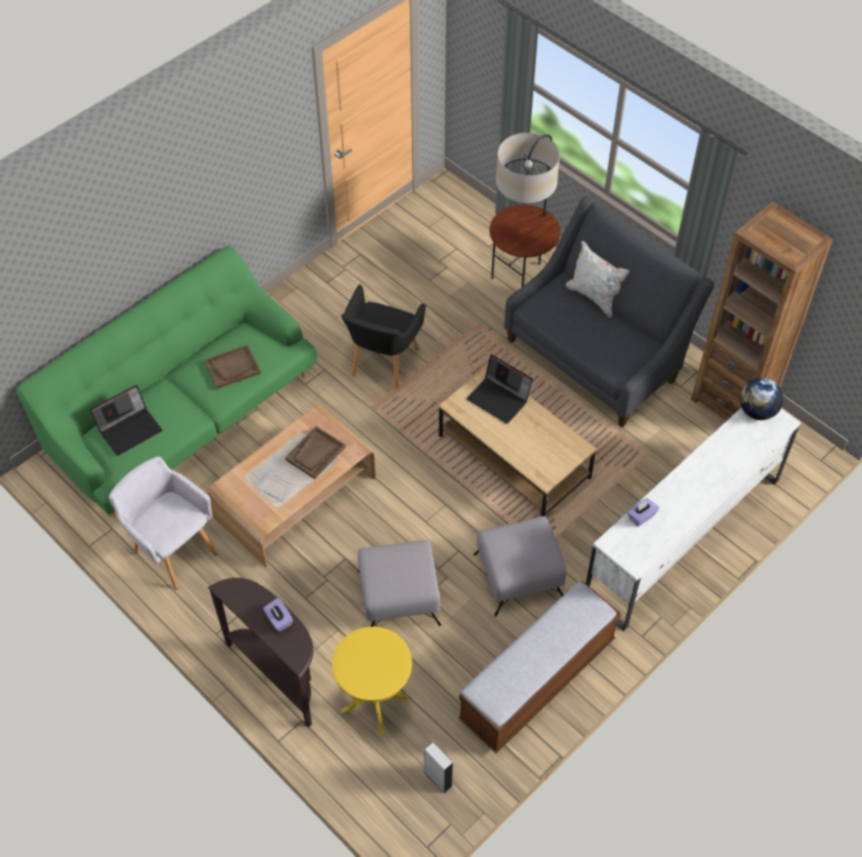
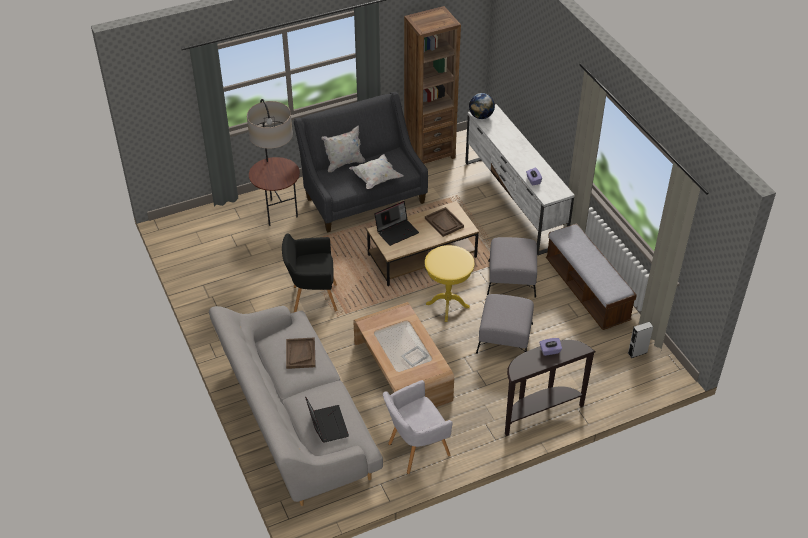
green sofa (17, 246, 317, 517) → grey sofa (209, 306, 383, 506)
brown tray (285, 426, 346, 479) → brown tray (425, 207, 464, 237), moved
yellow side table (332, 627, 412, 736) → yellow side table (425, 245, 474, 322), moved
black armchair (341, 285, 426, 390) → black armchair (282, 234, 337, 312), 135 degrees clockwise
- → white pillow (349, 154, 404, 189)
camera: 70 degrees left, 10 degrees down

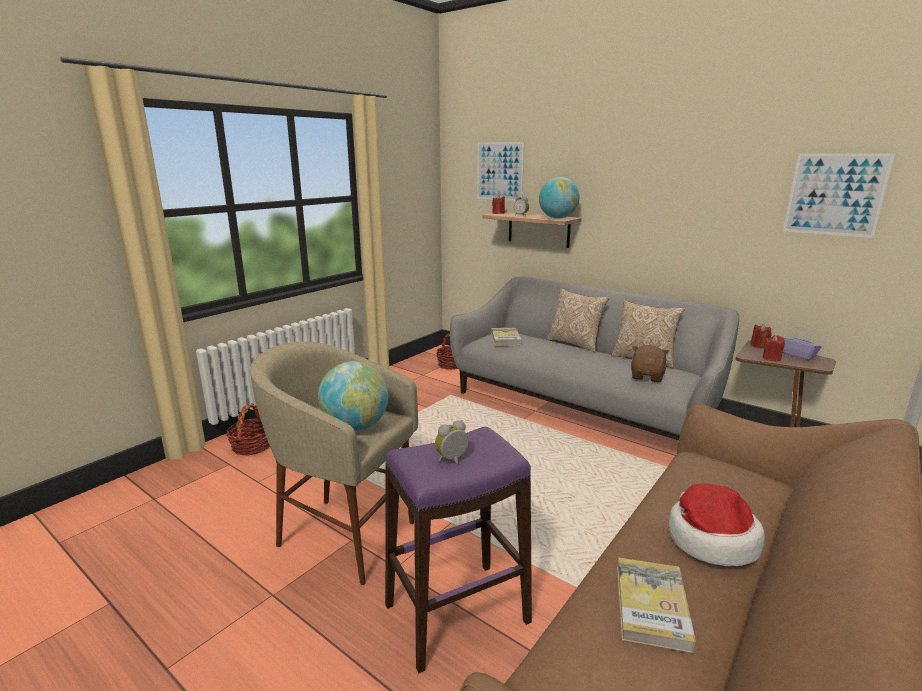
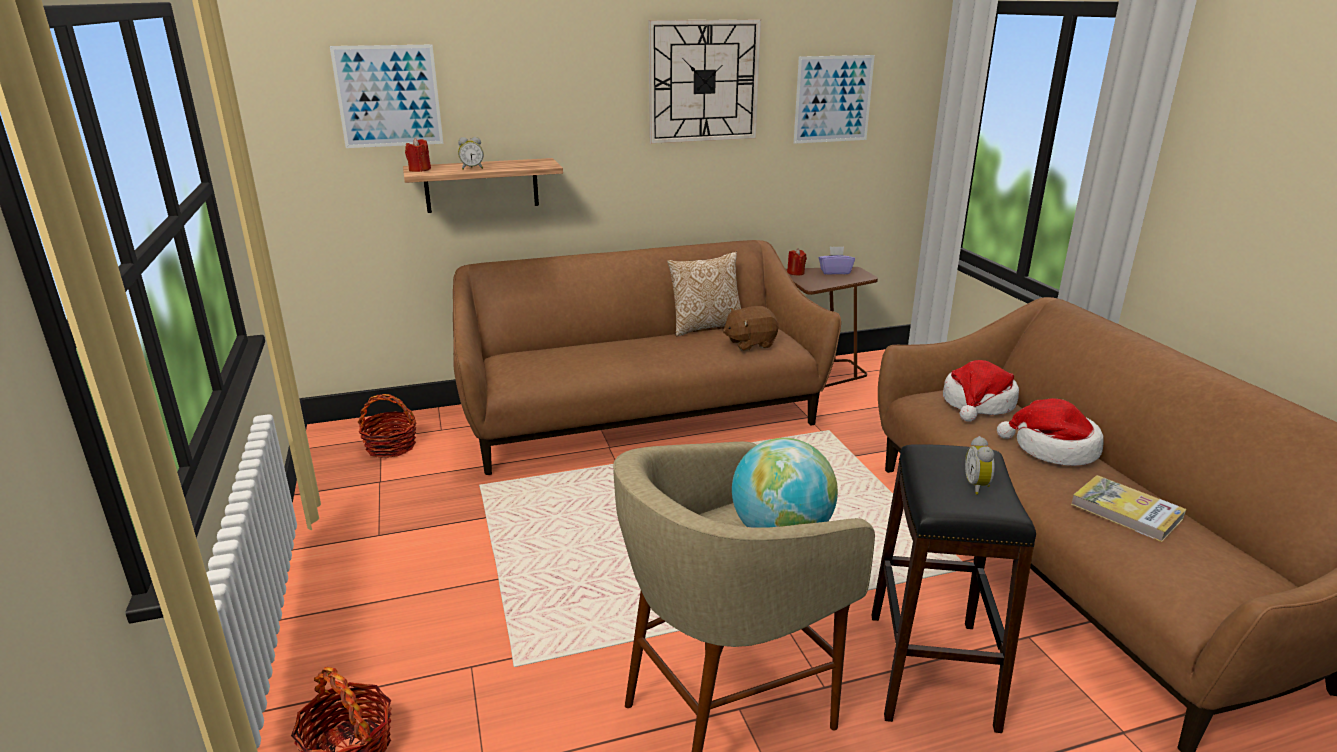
purple stool (385, 427, 532, 673) → black stool (872, 444, 1036, 733)
grey sofa (450, 277, 739, 440) → brown sofa (453, 240, 841, 475)
book (491, 328, 522, 346) → -
globe (539, 177, 579, 219) → -
pillow (547, 288, 609, 353) → -
brown plush toy (631, 345, 670, 382) → brown plush toy (723, 306, 779, 351), 75 degrees counterclockwise
red candle (762, 335, 785, 362) → -
- → wall clock (649, 19, 761, 144)
- → hat (943, 360, 1019, 422)
camera: 55 degrees left, 5 degrees up

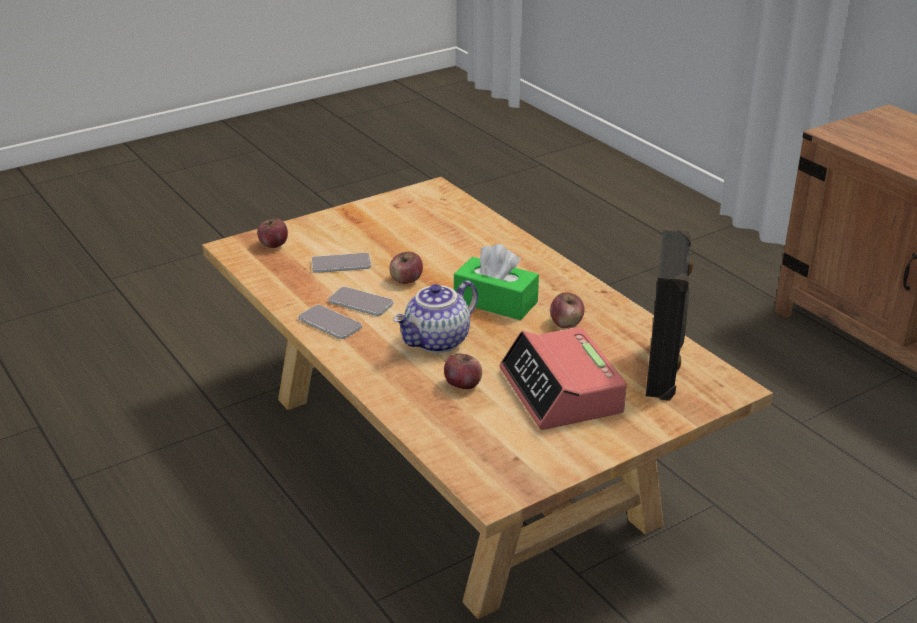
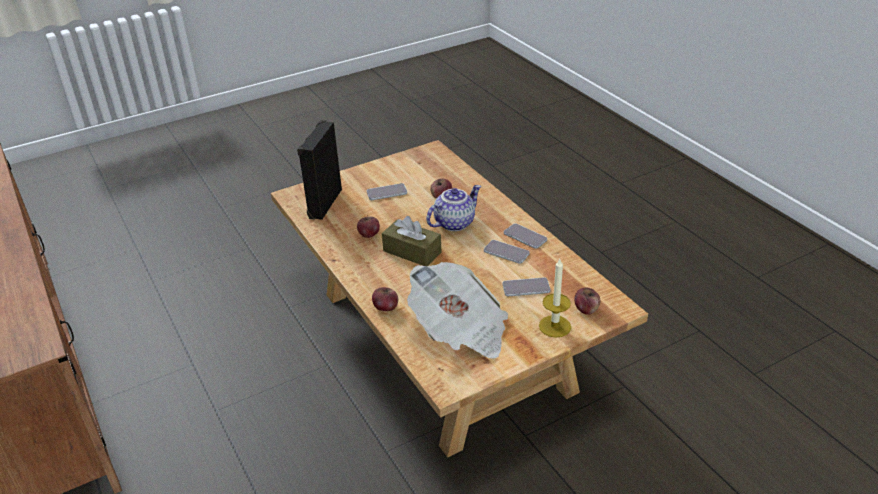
apple (389, 252, 423, 284) → apple (372, 287, 398, 311), moved
green tissue box (454, 244, 539, 320) → brown tissue box (382, 216, 441, 266)
alarm clock (499, 327, 627, 430) → phone (367, 183, 407, 200)
- → newspaper (407, 262, 508, 359)
- → candle (539, 259, 571, 338)
camera: 175 degrees left, 5 degrees up

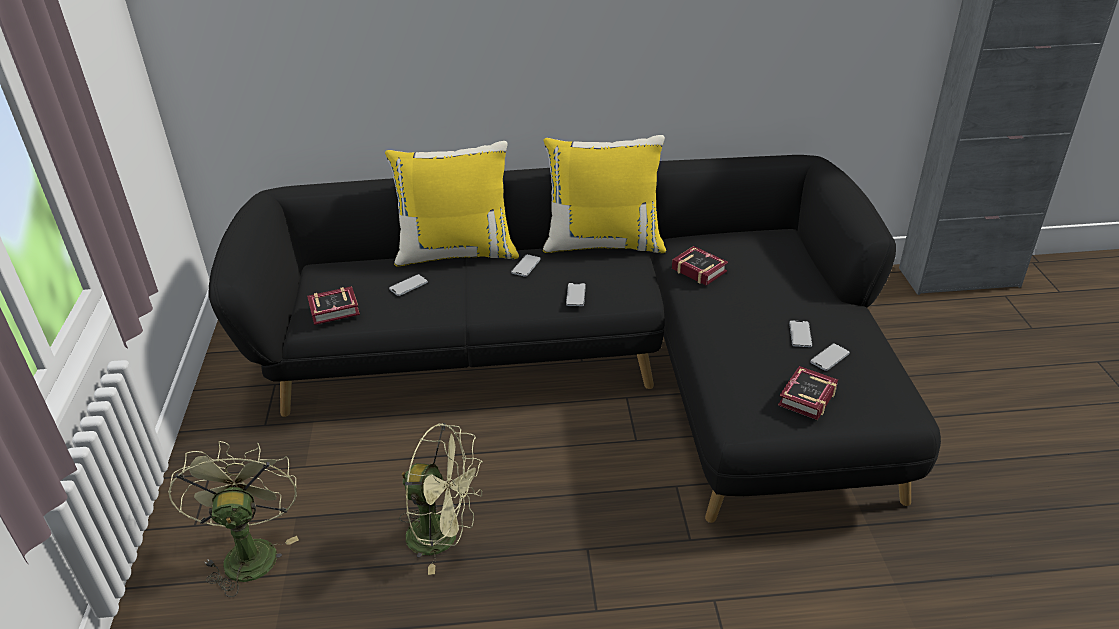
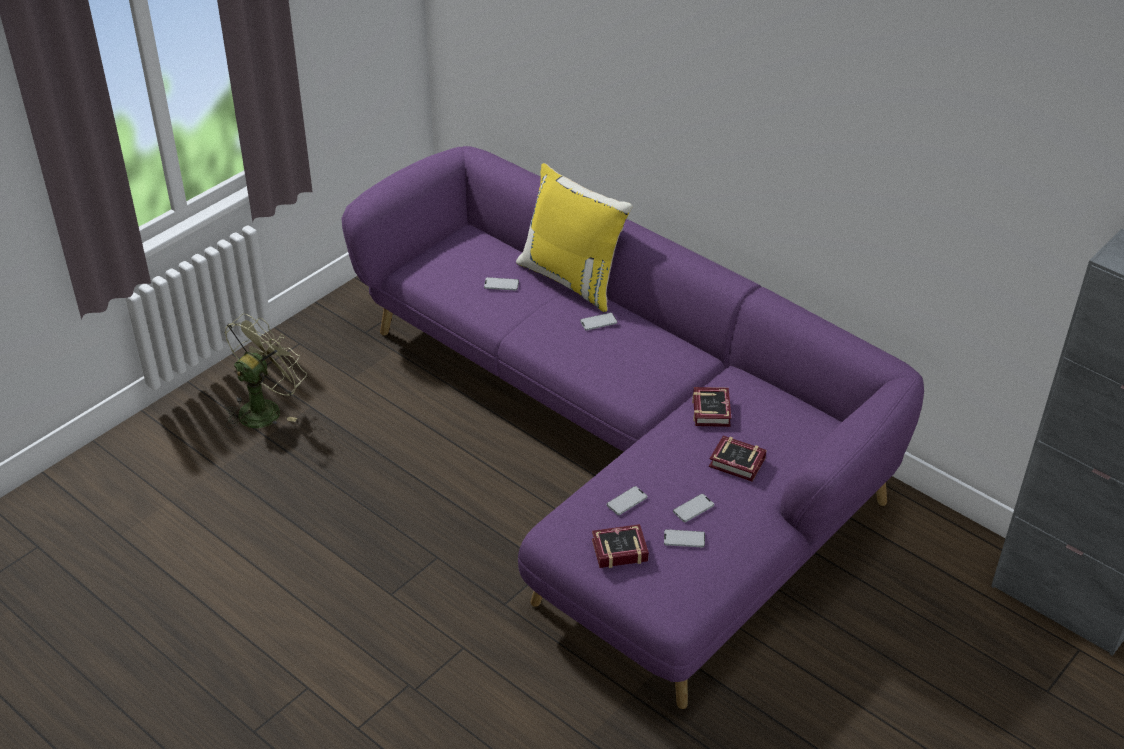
black sofa (209, 155, 941, 523) → purple sofa (341, 146, 924, 709)
book (307, 286, 360, 325) → book (709, 436, 766, 482), moved
green fan (399, 423, 483, 575) → -
yellow pillow (543, 135, 666, 253) → -
phone (566, 283, 586, 306) → phone (607, 486, 647, 515), moved
camera: 45 degrees right, 5 degrees up

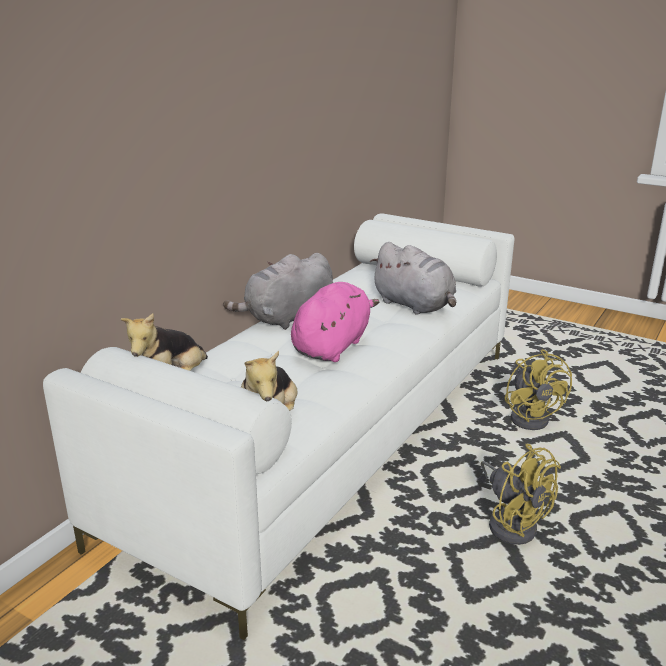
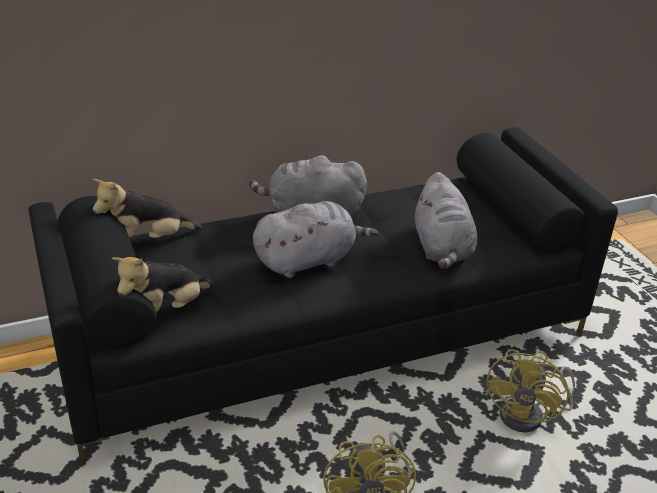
white sofa (43, 213, 514, 640) → black sofa (29, 127, 618, 466)
pink plush toy (291, 282, 379, 362) → grey plush toy (253, 201, 378, 278)
camera: 35 degrees right, 10 degrees up

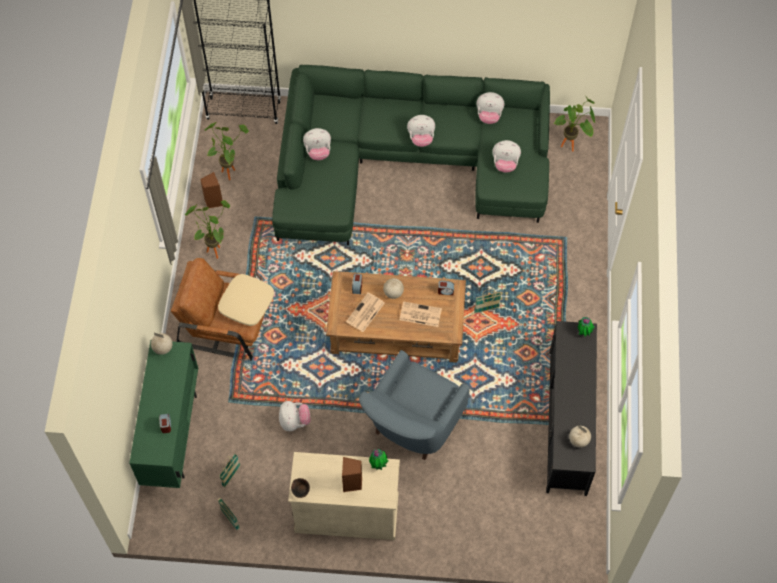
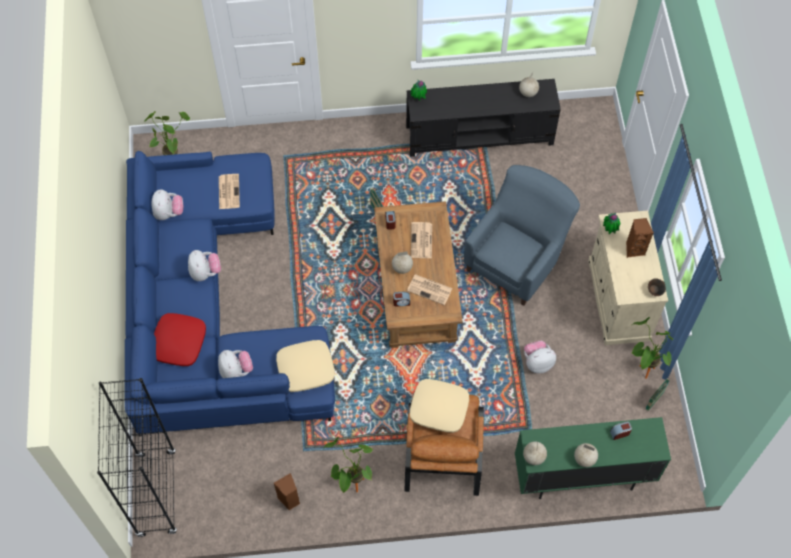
potted plant (205, 122, 249, 180) → potted plant (632, 317, 673, 379), moved
basket (219, 453, 240, 487) → -
green sofa (272, 65, 550, 246) → blue sofa (125, 151, 335, 437)
blue armchair (359, 350, 470, 460) → blue armchair (463, 165, 580, 306), 75 degrees counterclockwise
plush toy (492, 140, 521, 173) → newspaper (219, 174, 240, 209)
- → red pillow (154, 313, 206, 366)
- → beige pillow (276, 340, 335, 392)
- → globe (574, 443, 598, 467)
camera: 100 degrees left, 0 degrees up

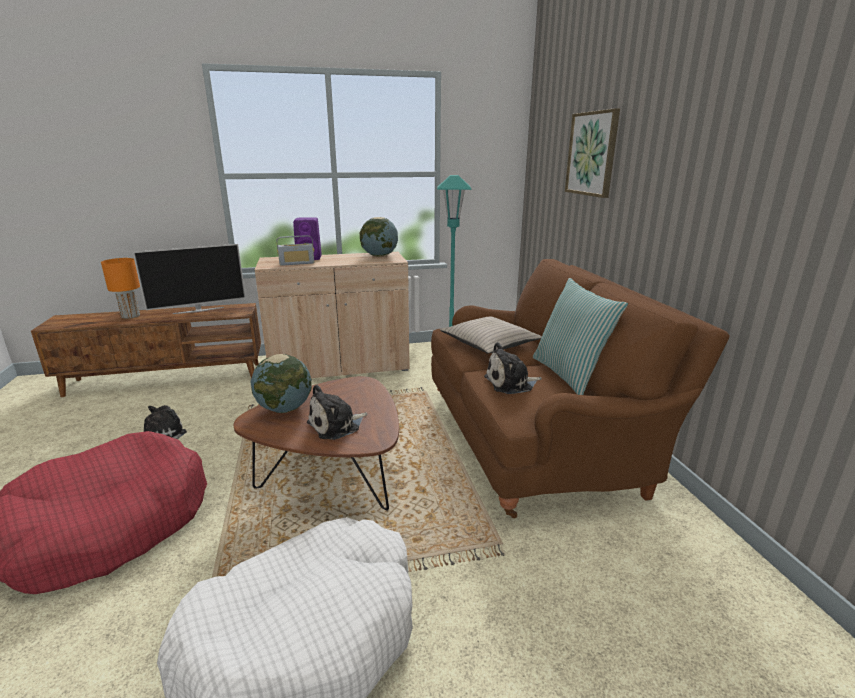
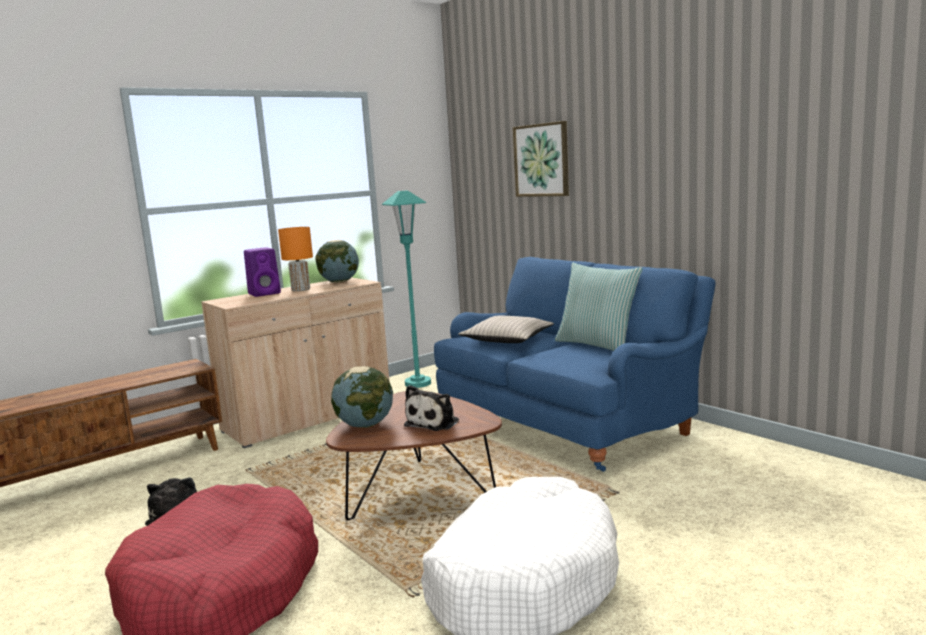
orange table lamp (101, 258, 140, 319) → orange table lamp (278, 227, 313, 291), moved
television (133, 244, 246, 314) → -
radio (277, 235, 314, 266) → -
brown sofa (431, 259, 729, 518) → blue sofa (434, 257, 715, 472)
plush toy (484, 342, 542, 394) → -
camera: 25 degrees left, 10 degrees down

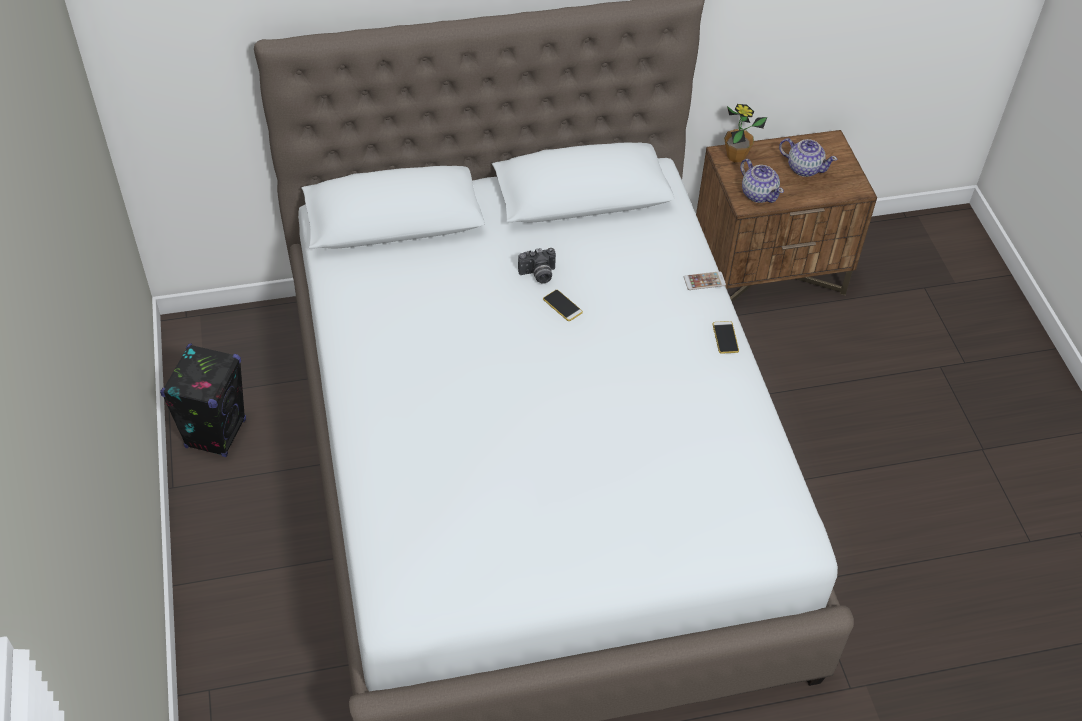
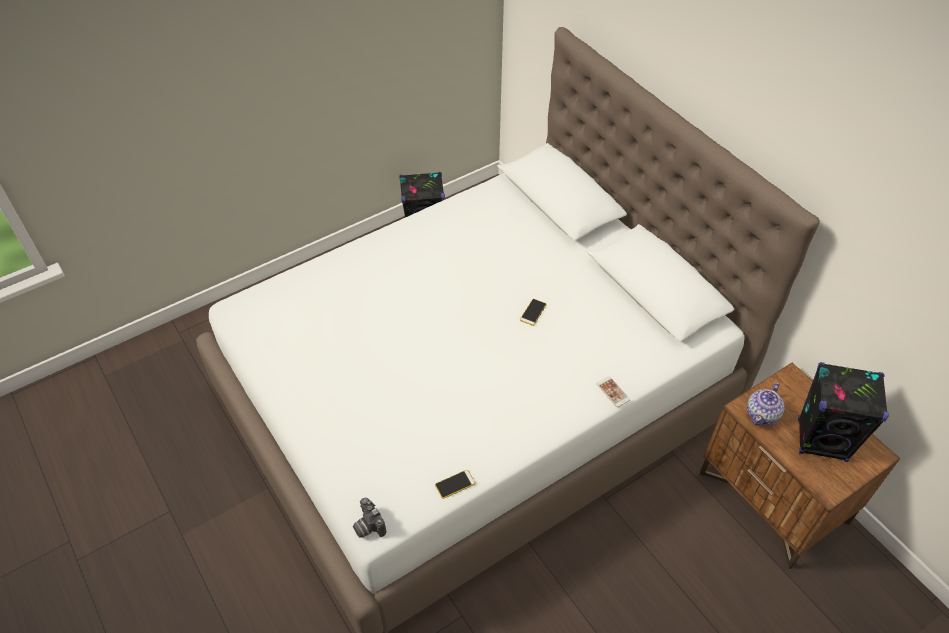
photo camera (518, 248, 556, 284) → photo camera (353, 498, 386, 538), moved
phone (713, 321, 739, 354) → phone (435, 470, 475, 499), moved
potted plant (724, 104, 767, 163) → -
teapot (779, 138, 837, 177) → black speaker (798, 362, 889, 462)
camera: 70 degrees right, 0 degrees up

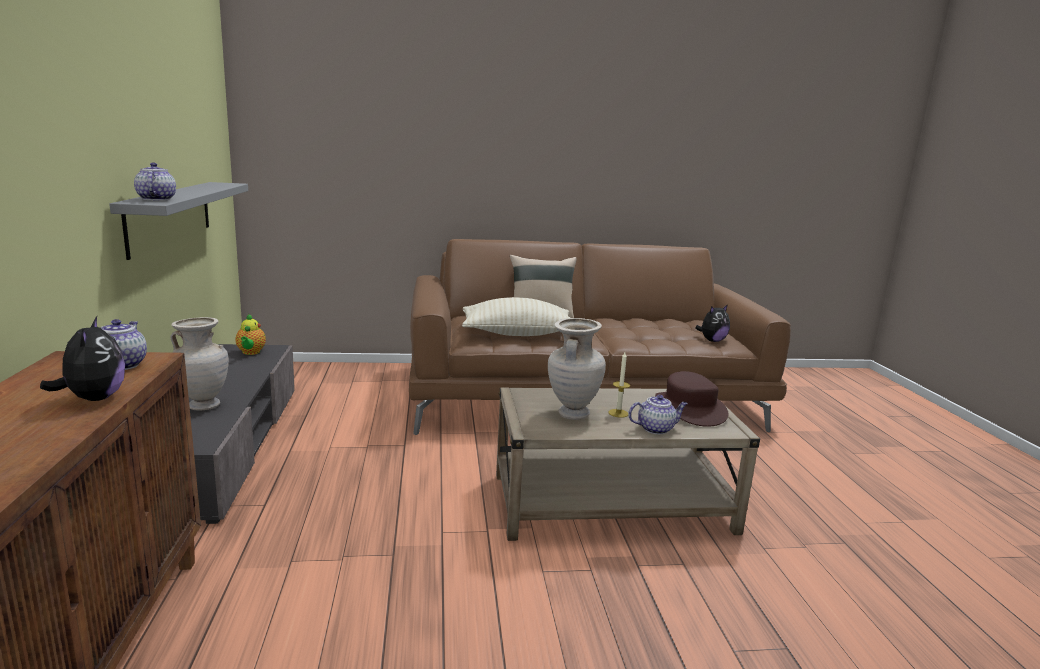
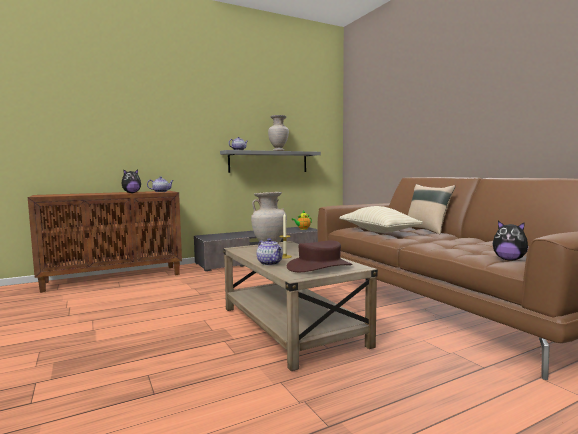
beige vase (171, 317, 229, 410) → beige vase (268, 115, 289, 151), moved
camera: 70 degrees right, 10 degrees down

